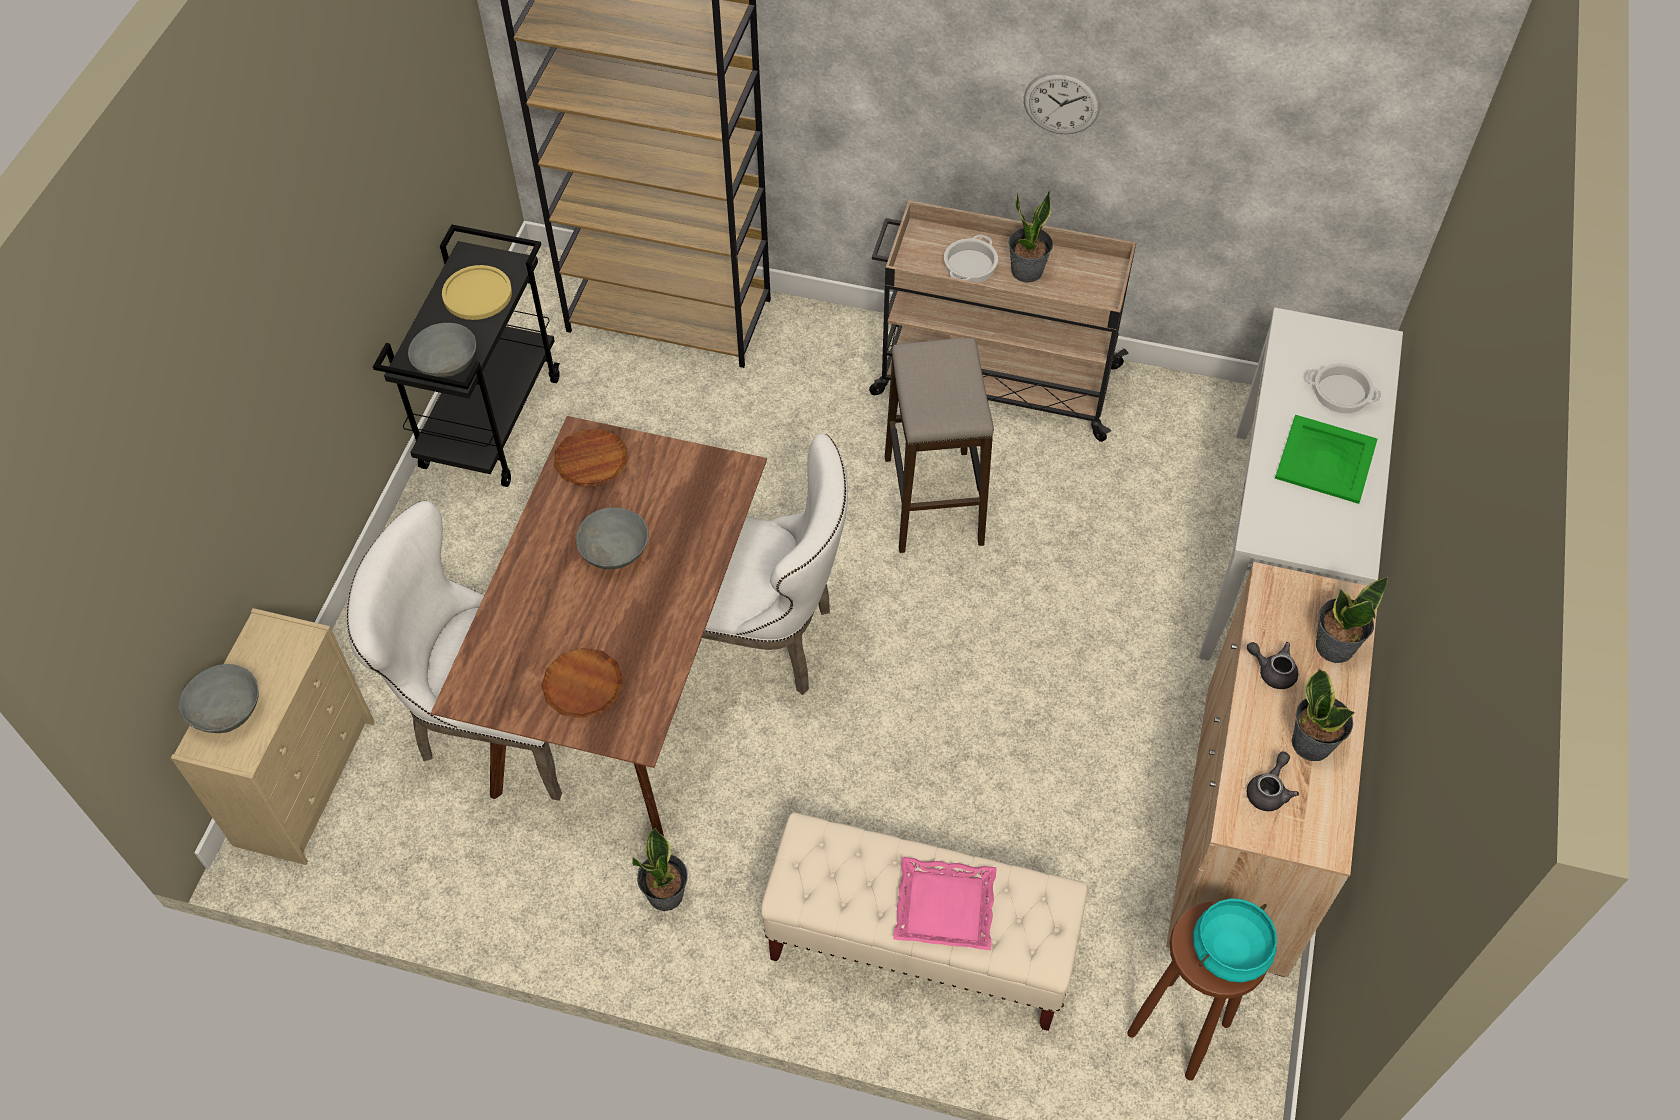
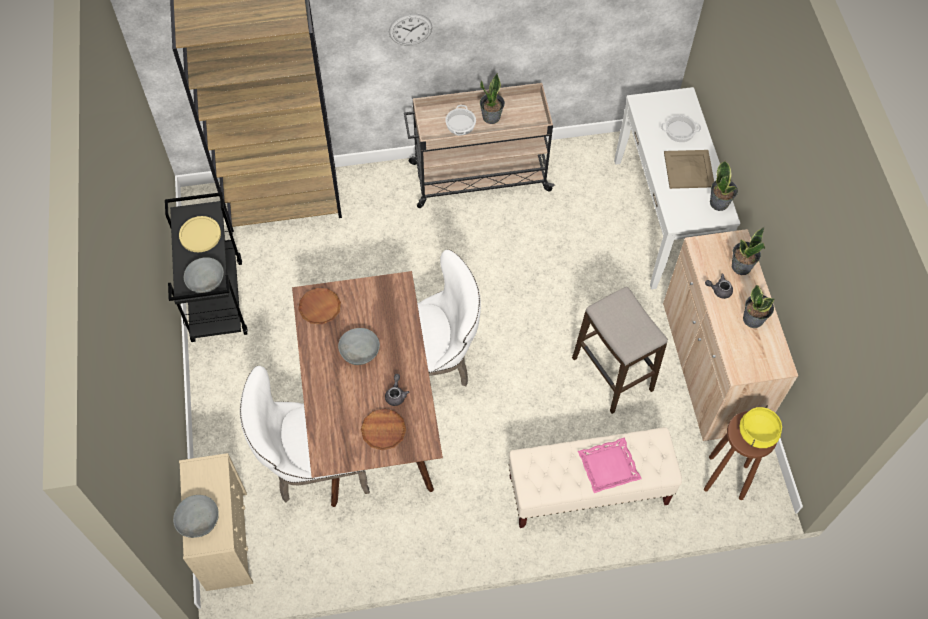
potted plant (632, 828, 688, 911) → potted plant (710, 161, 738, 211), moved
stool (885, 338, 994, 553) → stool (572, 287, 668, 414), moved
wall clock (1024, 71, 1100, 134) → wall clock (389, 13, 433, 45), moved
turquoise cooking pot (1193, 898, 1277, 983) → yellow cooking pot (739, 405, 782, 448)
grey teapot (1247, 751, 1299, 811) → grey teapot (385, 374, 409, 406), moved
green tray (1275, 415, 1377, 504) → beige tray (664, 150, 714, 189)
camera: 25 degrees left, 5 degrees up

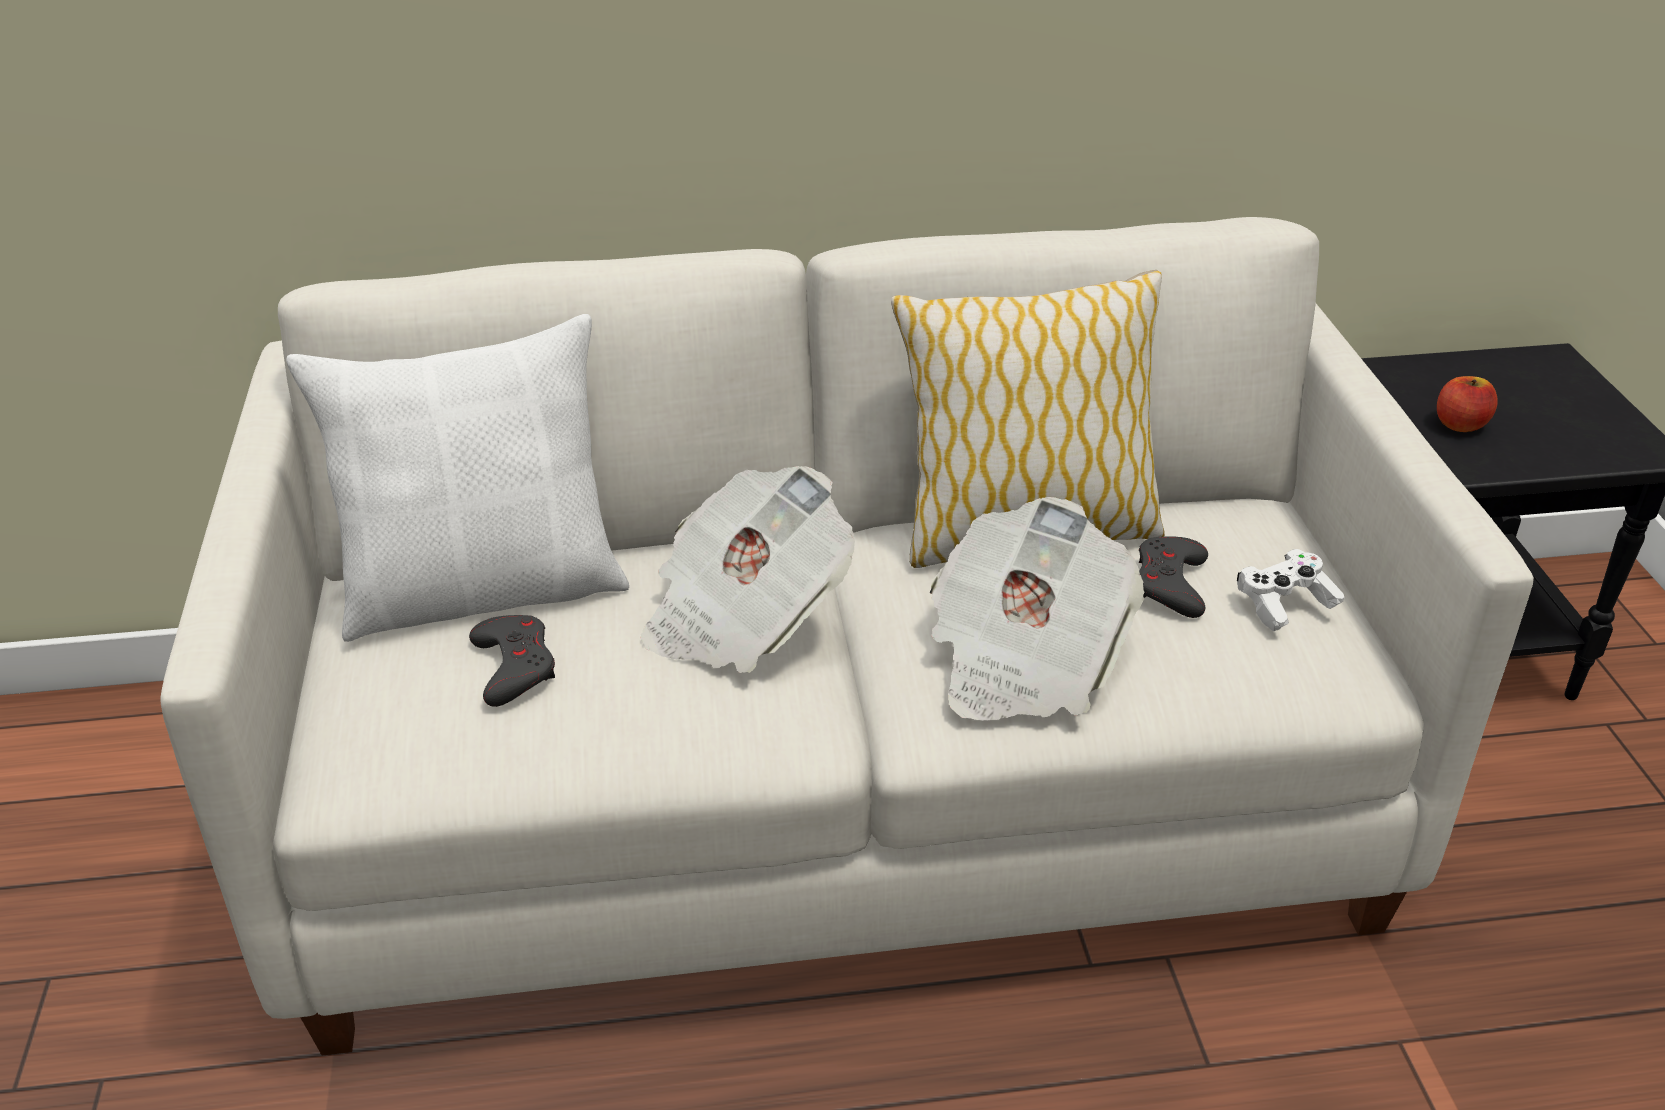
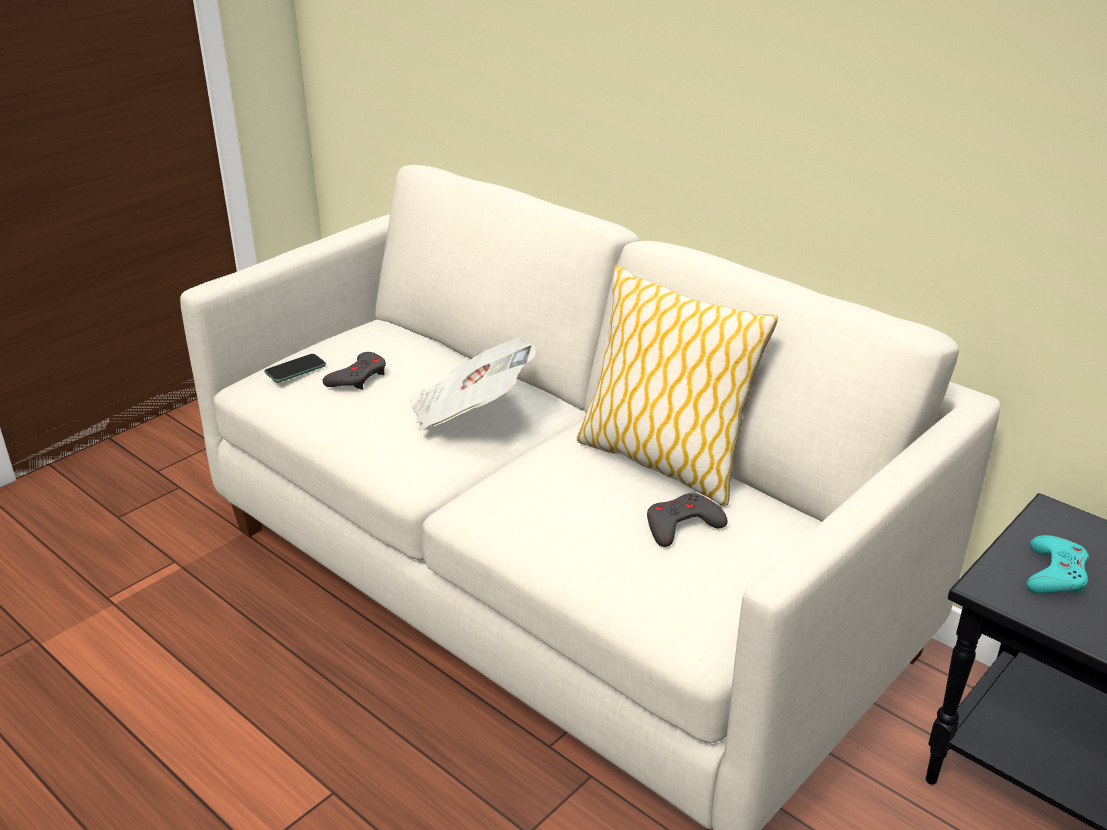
white pillow (286, 314, 629, 642) → -
newspaper (930, 497, 1144, 721) → -
white game controller (1237, 549, 1344, 631) → -
apple (1437, 376, 1498, 432) → turquoise game controller (1026, 535, 1089, 594)
- → phone (264, 354, 326, 382)
camera: 50 degrees right, 5 degrees down

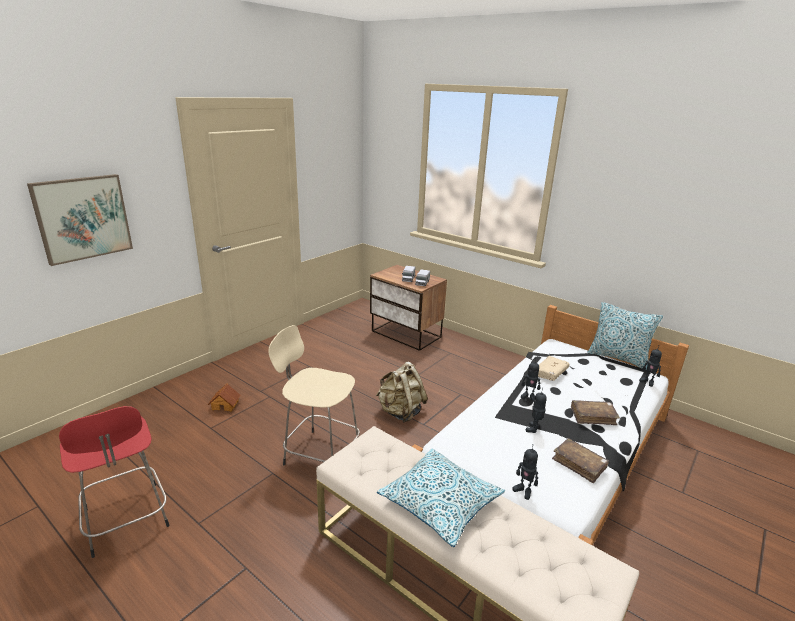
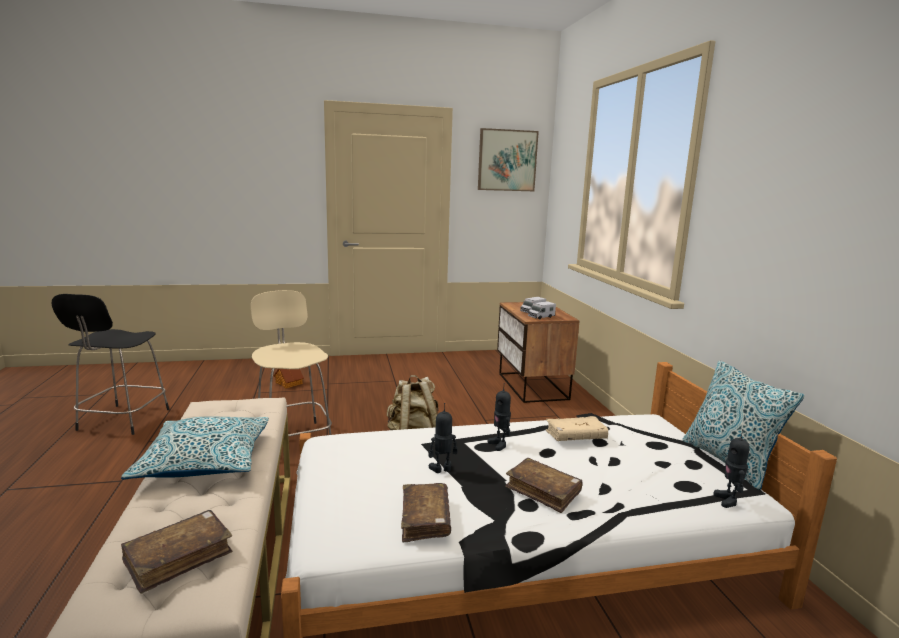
picture (27, 174, 133, 266) → picture (478, 128, 539, 191), moved
red stool (59, 406, 170, 558) → black stool (51, 294, 170, 435)
toy robot (512, 444, 538, 500) → -
- → brown book (121, 510, 232, 594)
camera: 40 degrees right, 10 degrees down

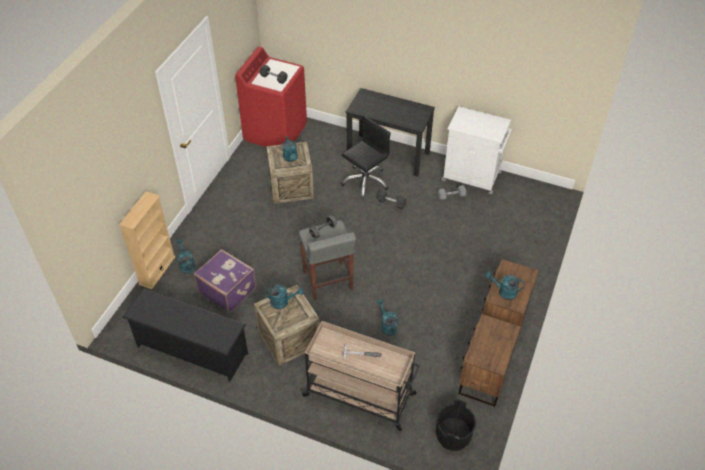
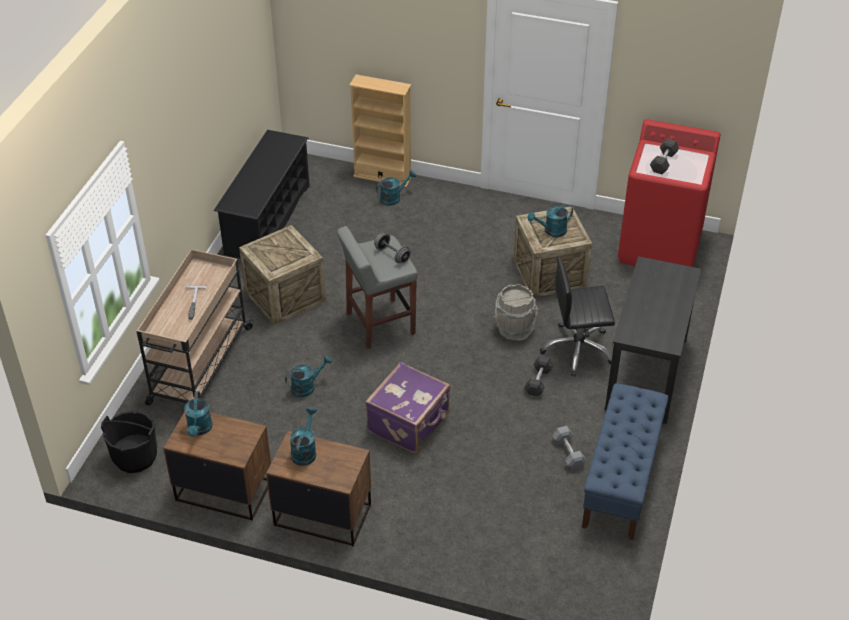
purple suitcase (194, 249, 256, 312) → purple suitcase (365, 362, 450, 453), moved
turquoise watering can (264, 285, 304, 309) → turquoise watering can (184, 391, 213, 437), moved
black office chair (341, 116, 391, 200) → black office chair (540, 257, 615, 377), 135 degrees clockwise
white cabinet (442, 106, 512, 194) → blue bench (582, 383, 668, 540)
- → grey bucket (493, 284, 538, 341)
camera: 85 degrees right, 5 degrees down

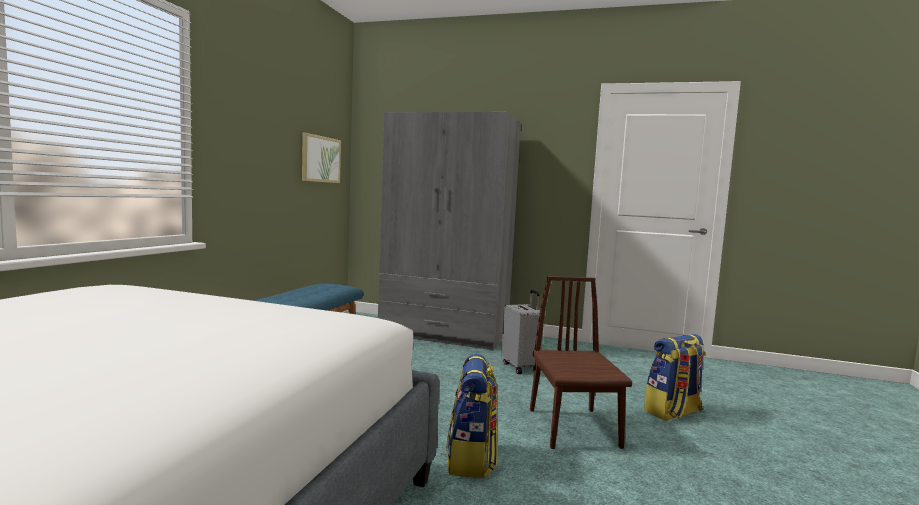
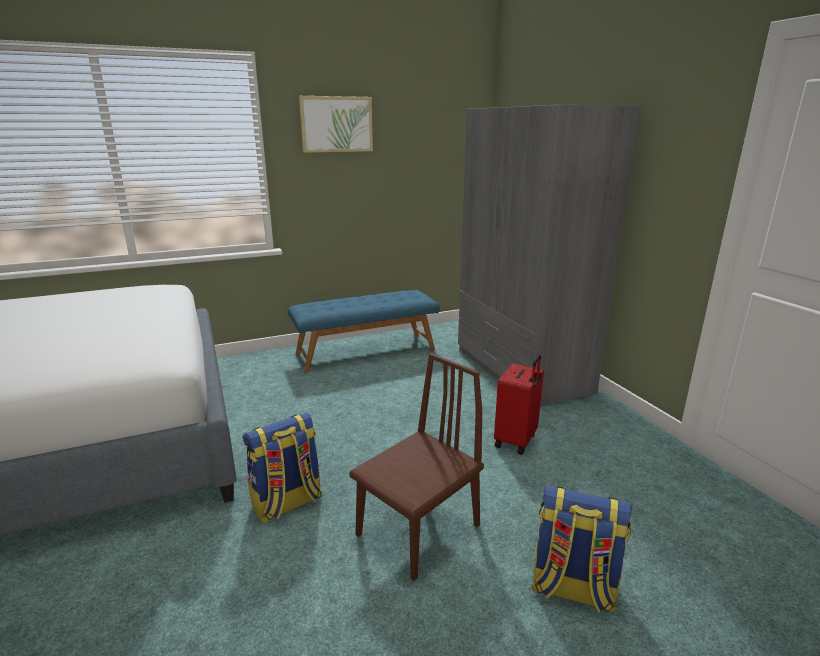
picture (302, 133, 341, 183) → picture (299, 96, 373, 153), moved
grey suitcase (501, 290, 544, 374) → red suitcase (494, 355, 544, 455)
camera: 50 degrees right, 15 degrees up

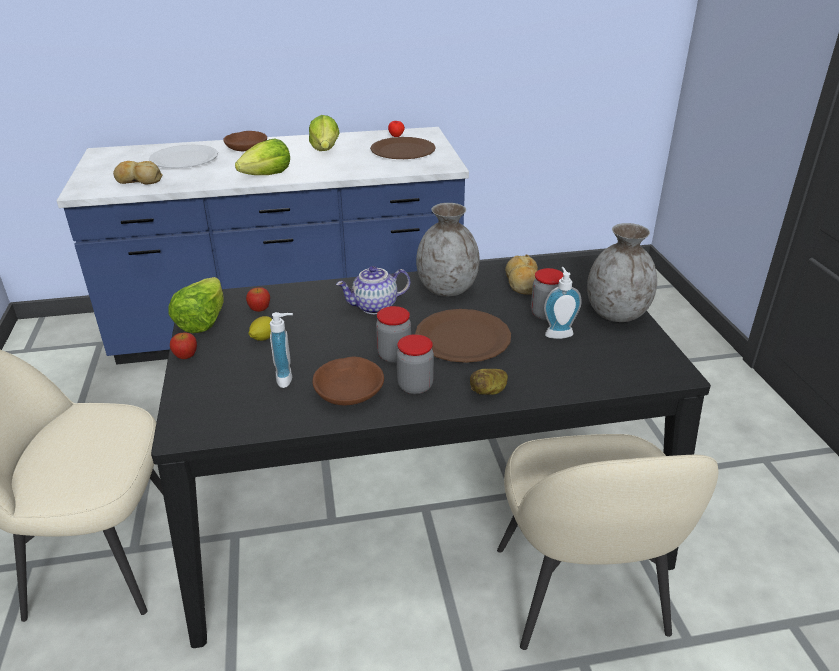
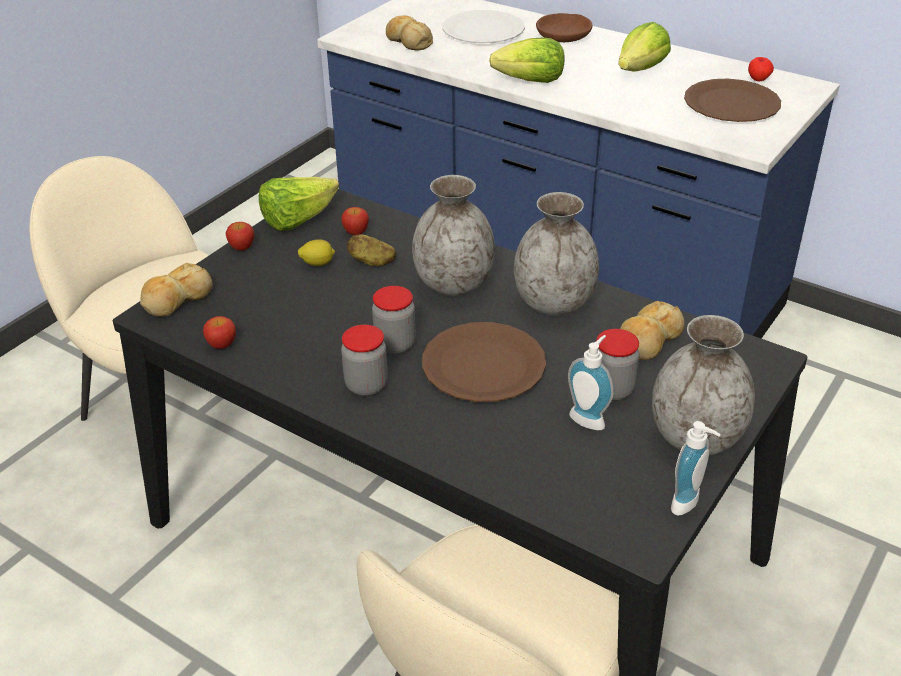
soap dispenser (270, 312, 293, 388) → soap dispenser (671, 421, 721, 516), moved
brown bowl (313, 357, 384, 405) → -
teapot (336, 266, 410, 314) → grey vase (412, 175, 495, 296)
potato (470, 368, 508, 395) → potato (347, 234, 396, 266), moved
- → bread (140, 263, 213, 317)
- → apple (203, 316, 236, 349)
camera: 45 degrees right, 5 degrees up

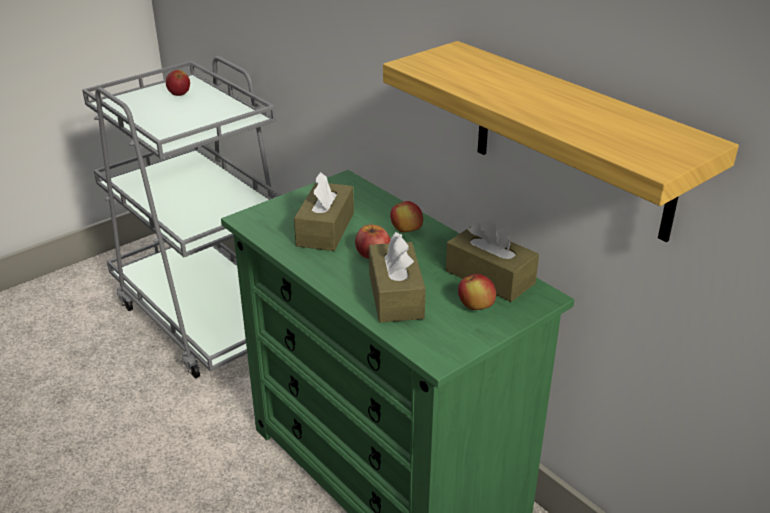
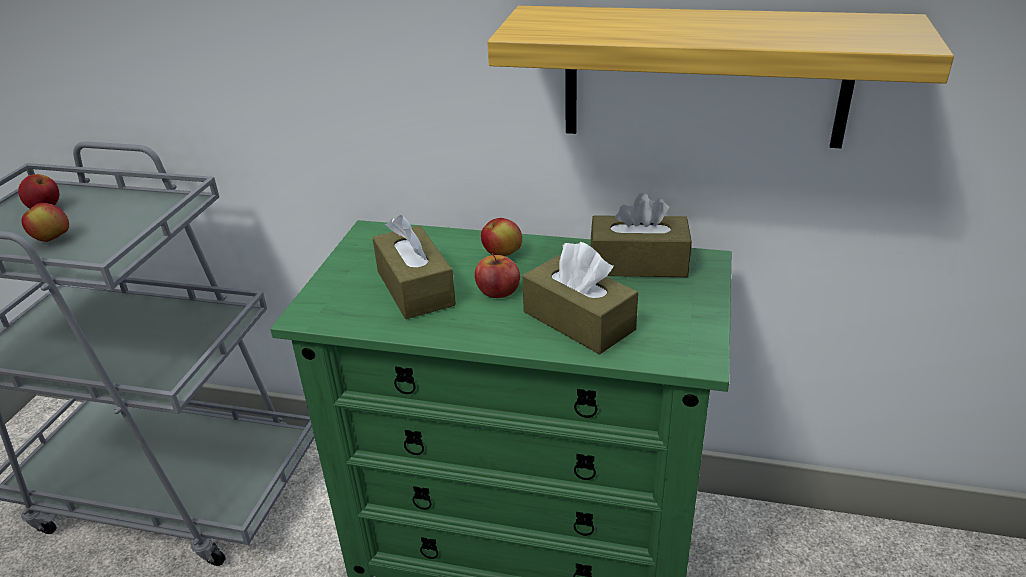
apple (458, 274, 496, 310) → apple (21, 203, 69, 242), moved
camera: 35 degrees left, 0 degrees up

